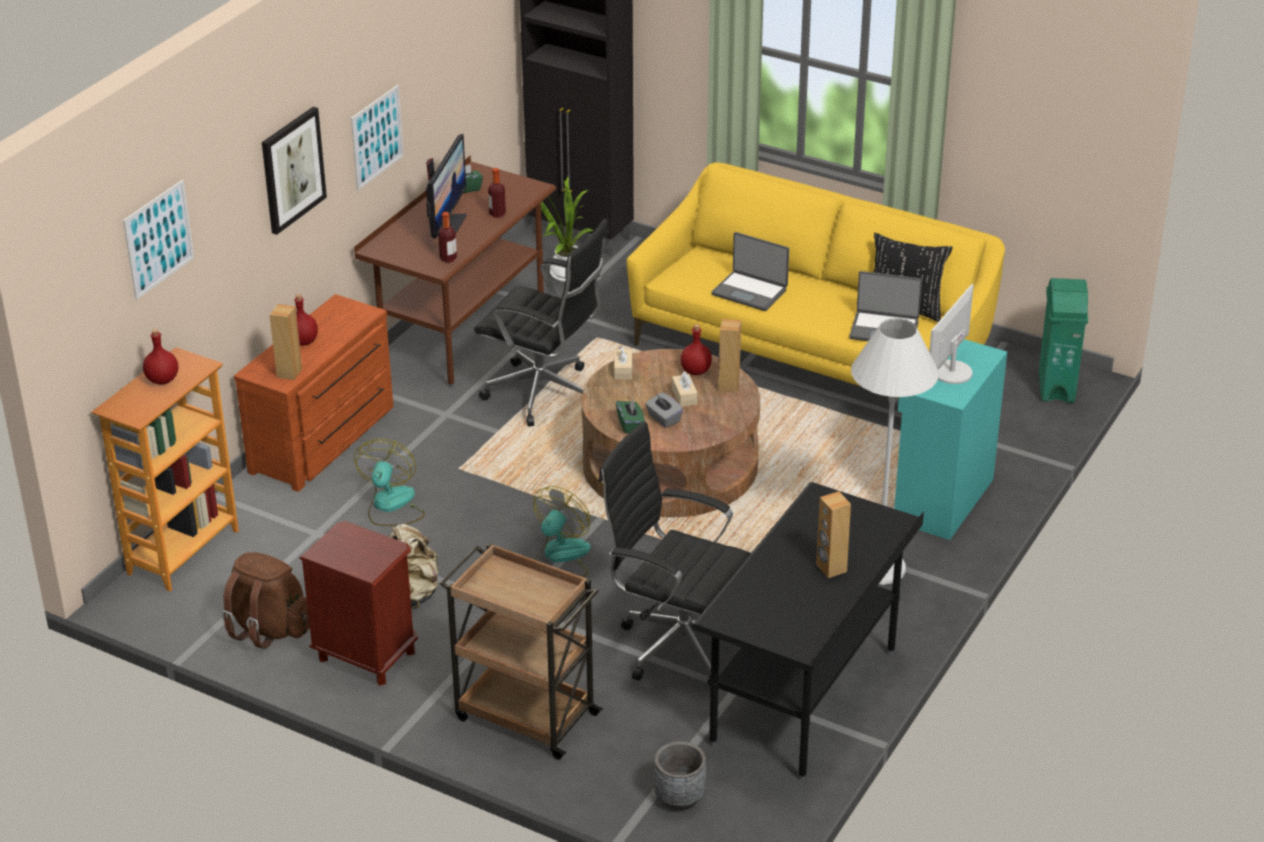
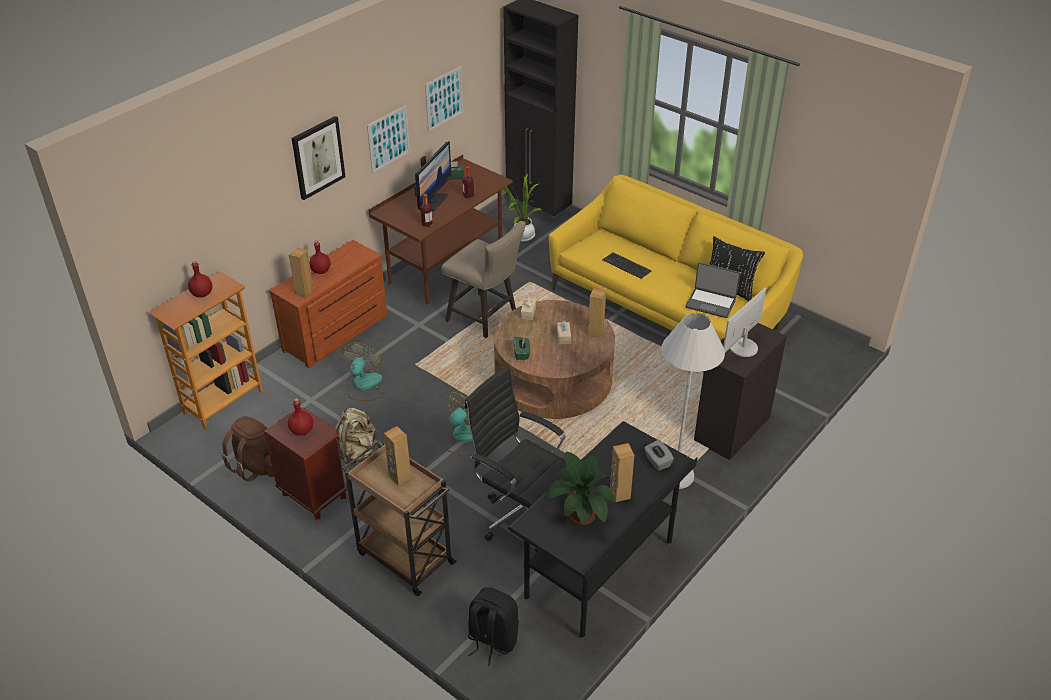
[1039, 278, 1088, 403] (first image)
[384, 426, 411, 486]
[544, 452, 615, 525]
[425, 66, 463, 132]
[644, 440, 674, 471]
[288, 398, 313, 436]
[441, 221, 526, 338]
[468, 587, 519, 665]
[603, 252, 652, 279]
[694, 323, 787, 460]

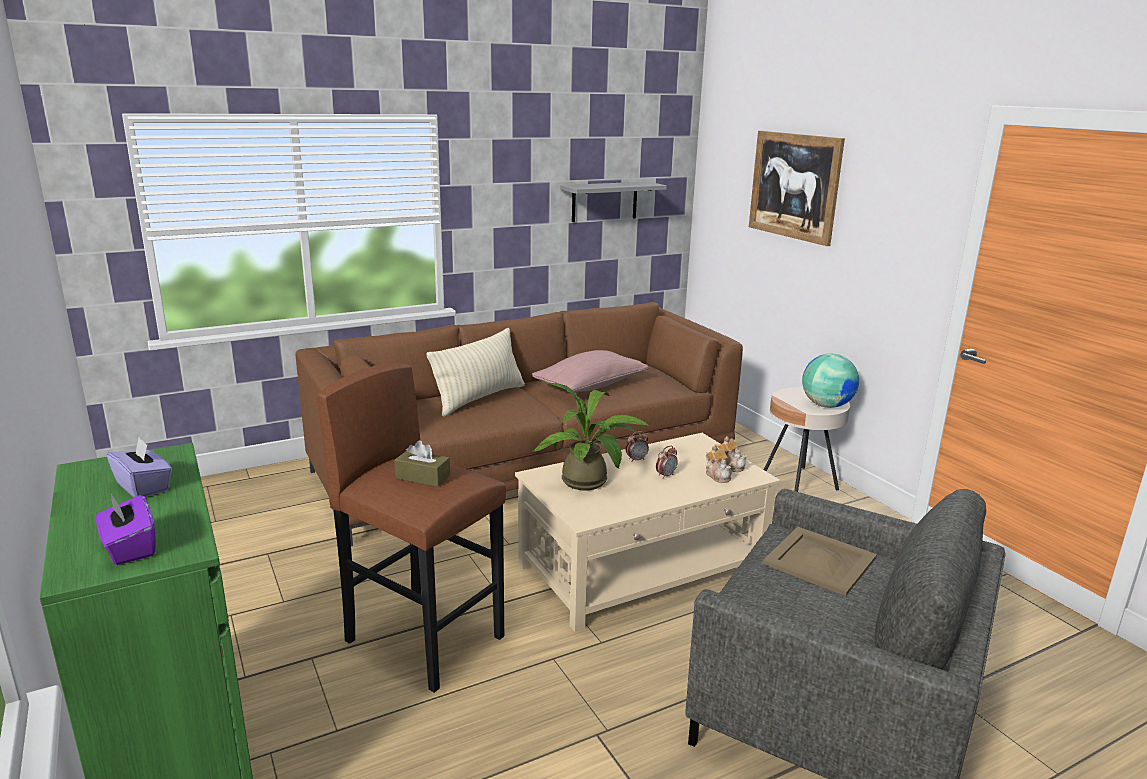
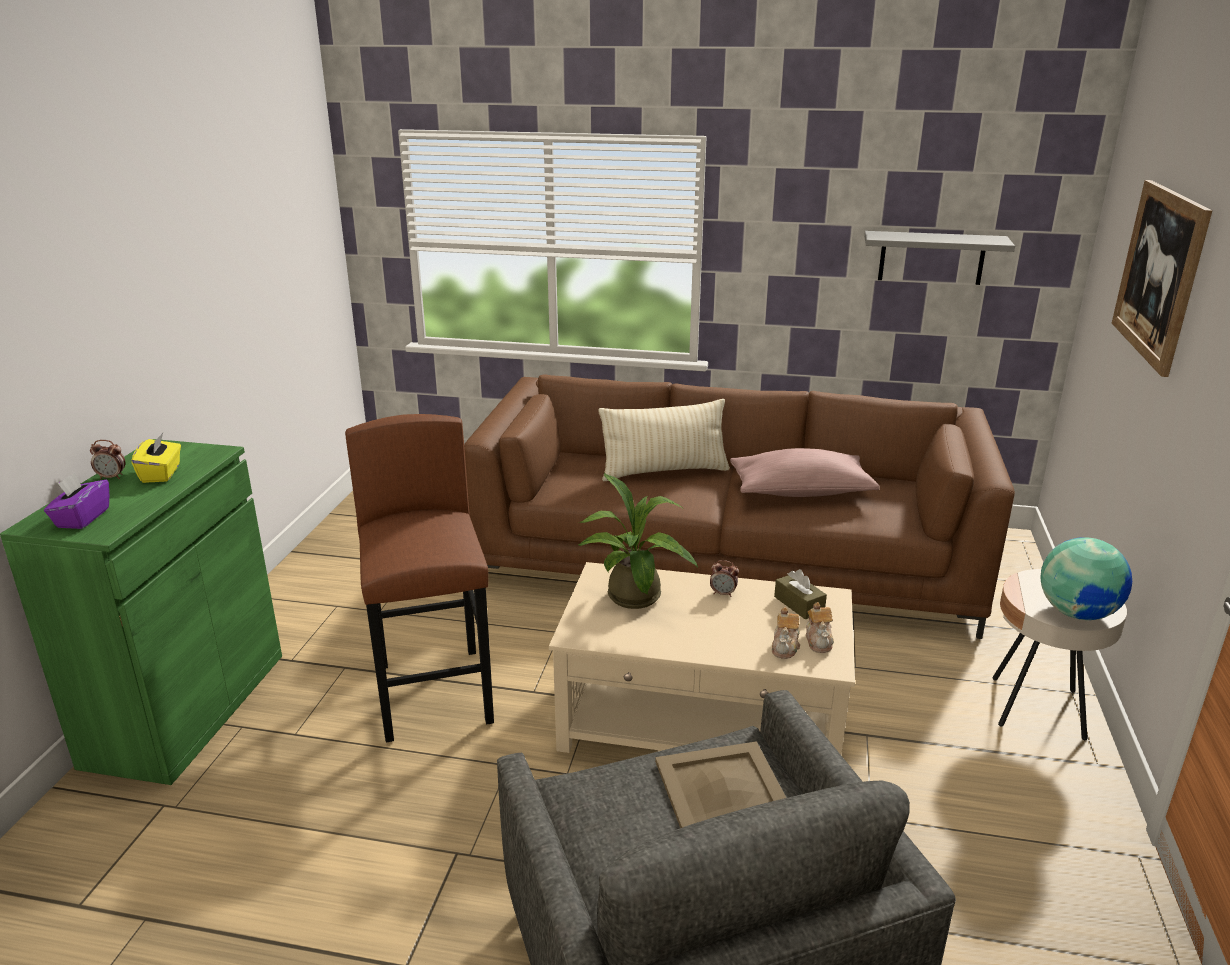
[774, 569, 827, 619]
[90, 440, 125, 479]
[131, 433, 181, 483]

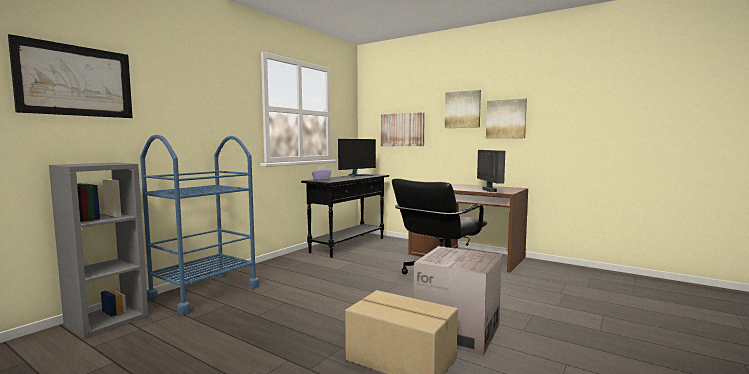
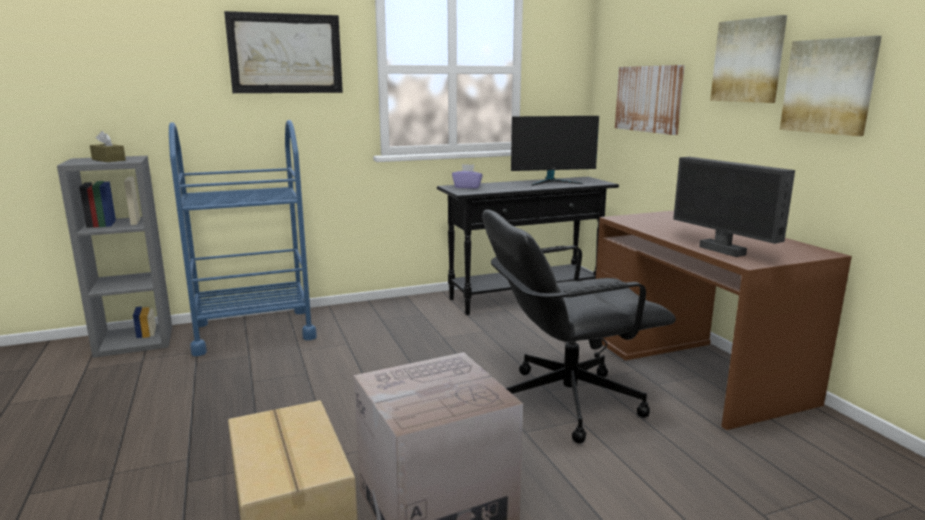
[90, 131, 126, 162]
[224, 11, 343, 93]
[673, 157, 795, 257]

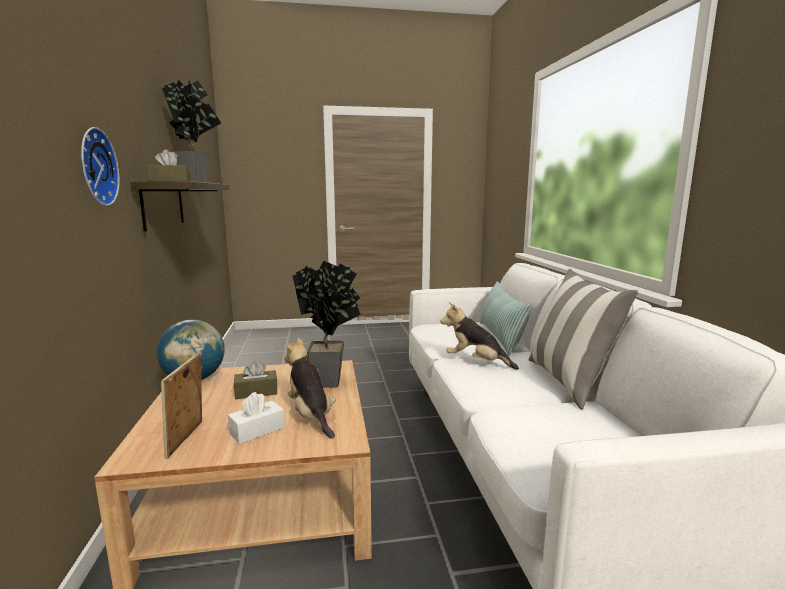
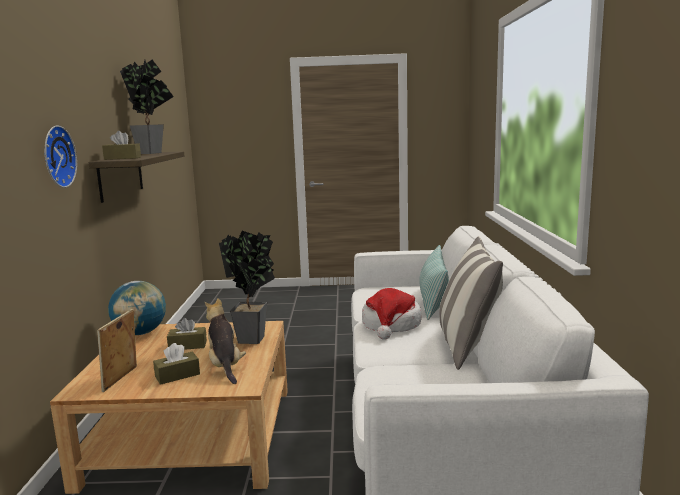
[362, 288, 422, 340]
[153, 343, 200, 385]

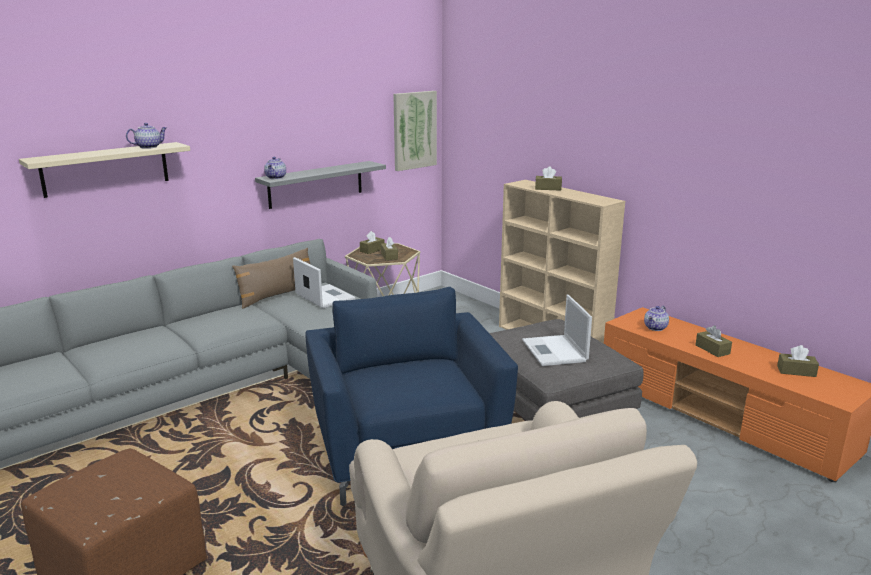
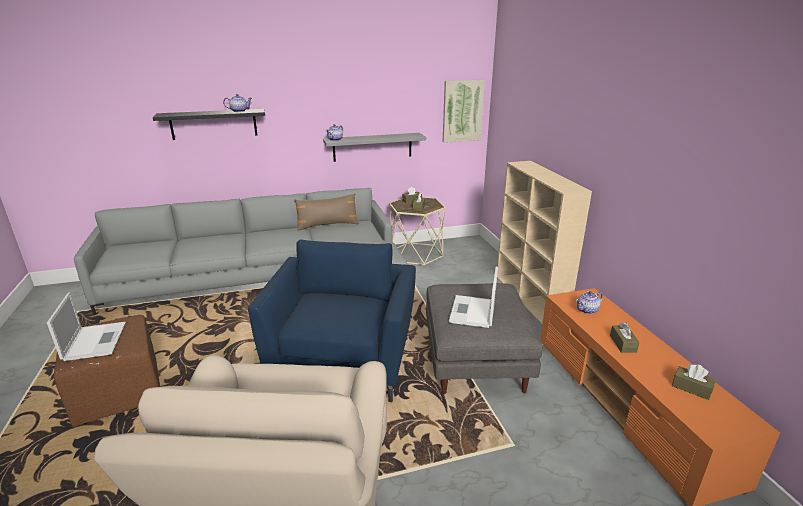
[535, 166, 562, 191] (first image)
[47, 292, 126, 361]
[153, 109, 265, 140]

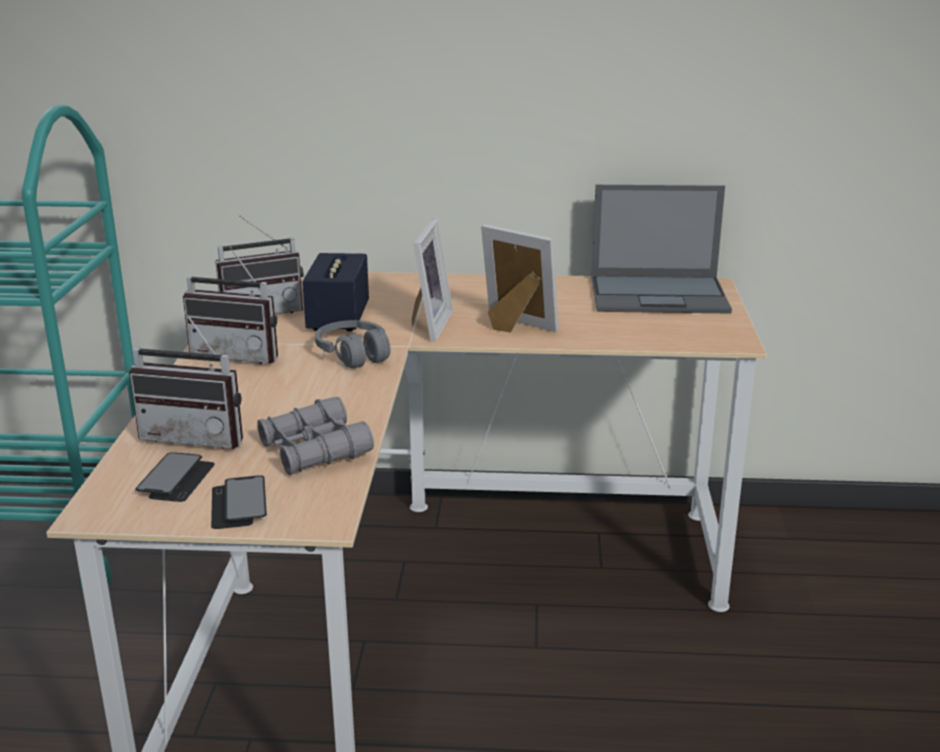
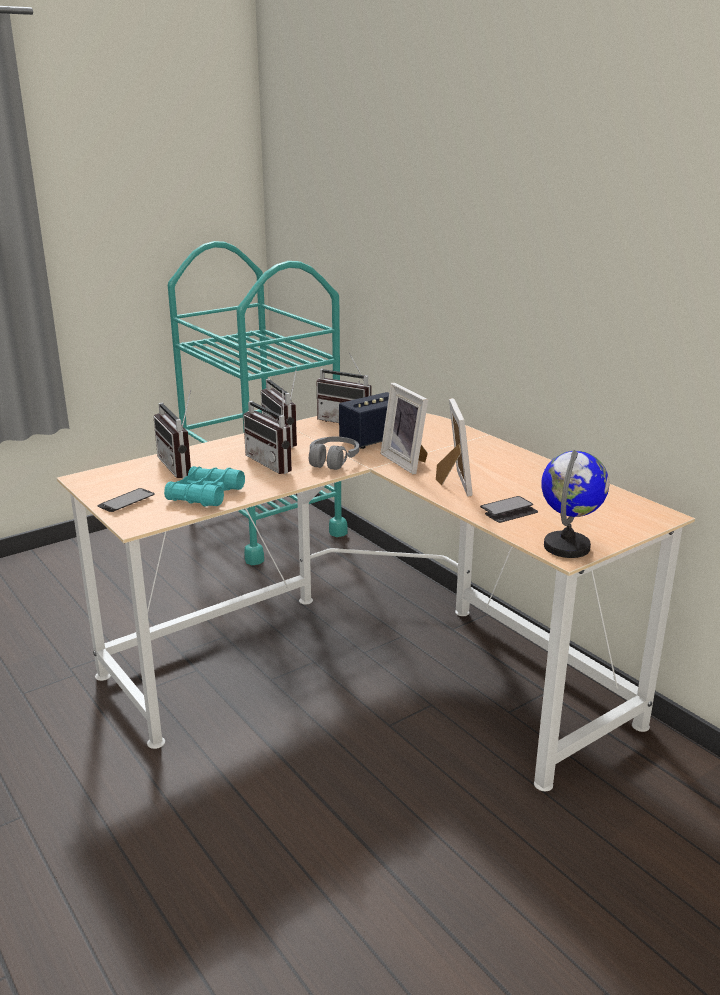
[591, 185, 732, 313] (first image)
[243, 387, 292, 474]
[541, 450, 609, 558]
[480, 496, 538, 523]
[164, 466, 245, 506]
[380, 383, 428, 474]

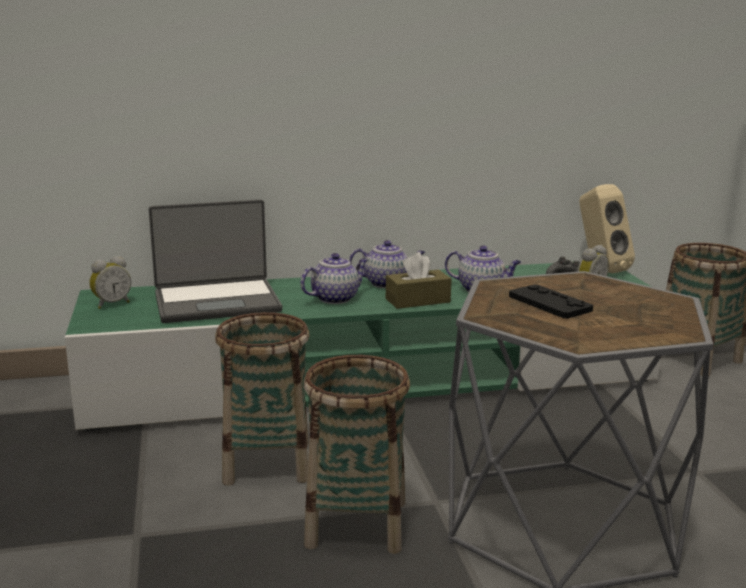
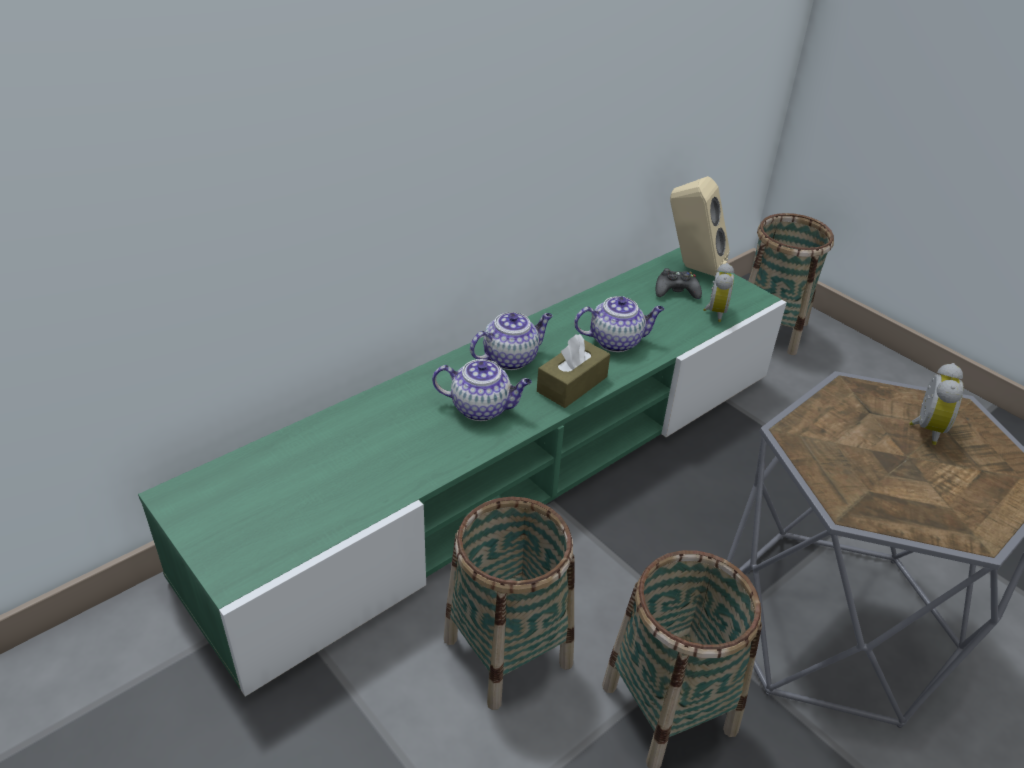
[149, 200, 282, 323] (first image)
[509, 284, 593, 319] (first image)
[909, 363, 963, 445]
[432, 359, 532, 421]

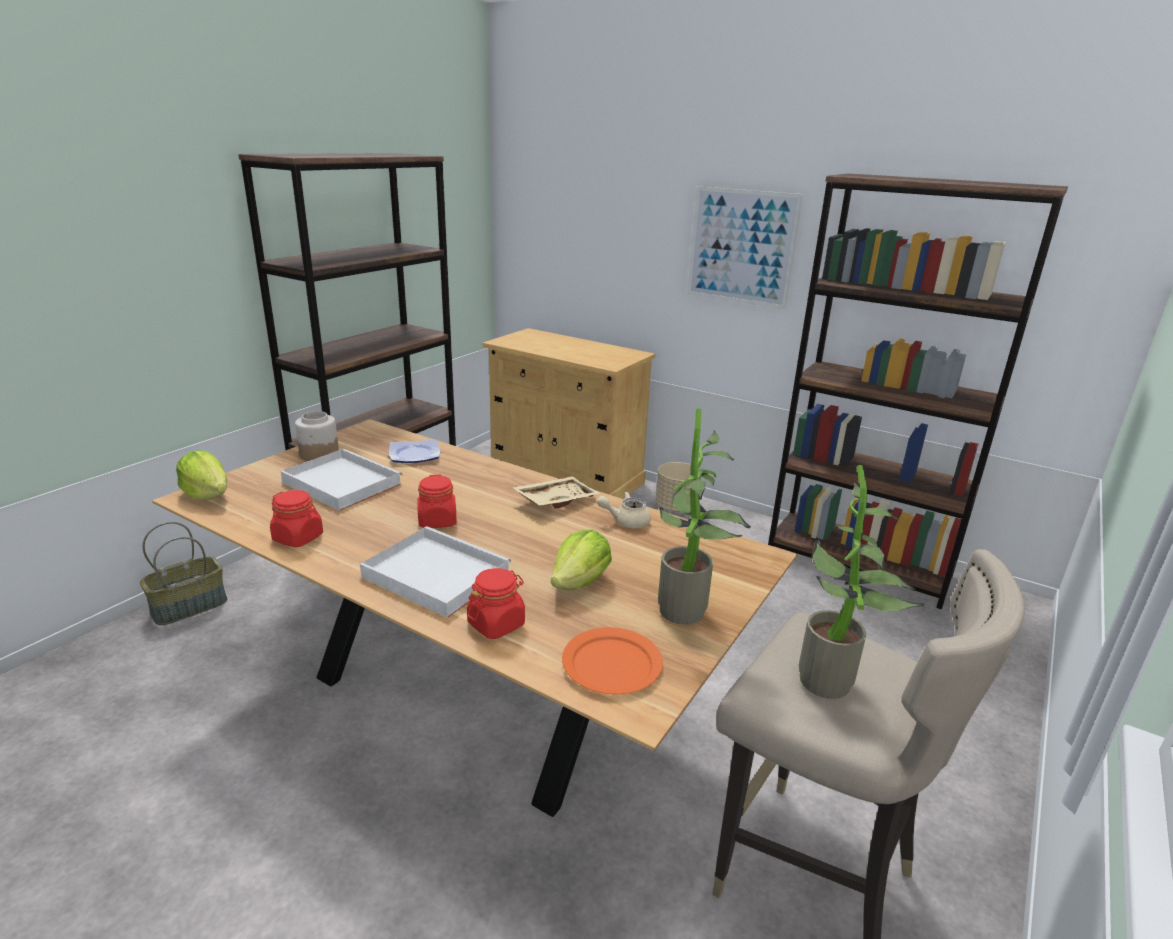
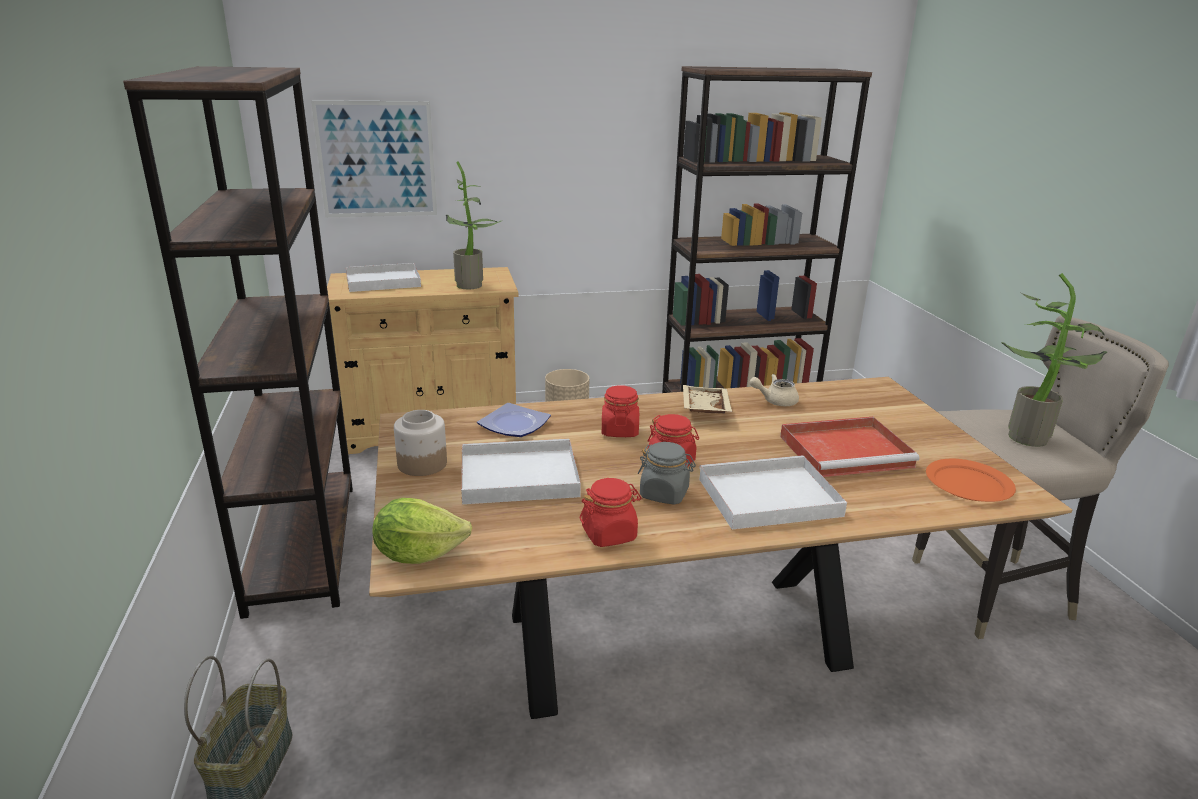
[346, 263, 421, 292]
[638, 442, 696, 504]
[602, 385, 639, 437]
[446, 162, 501, 289]
[311, 100, 437, 217]
[780, 417, 919, 477]
[749, 374, 799, 406]

